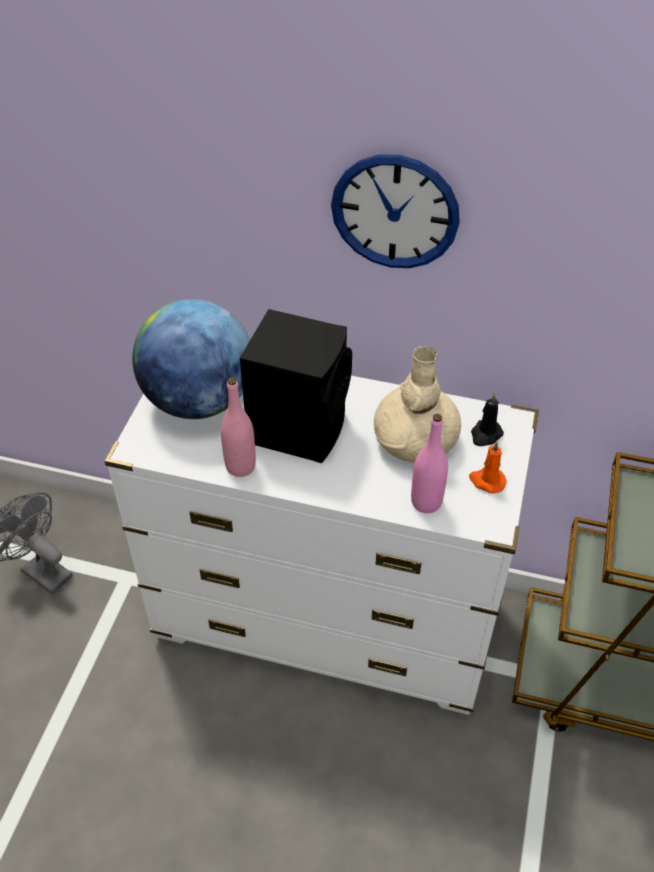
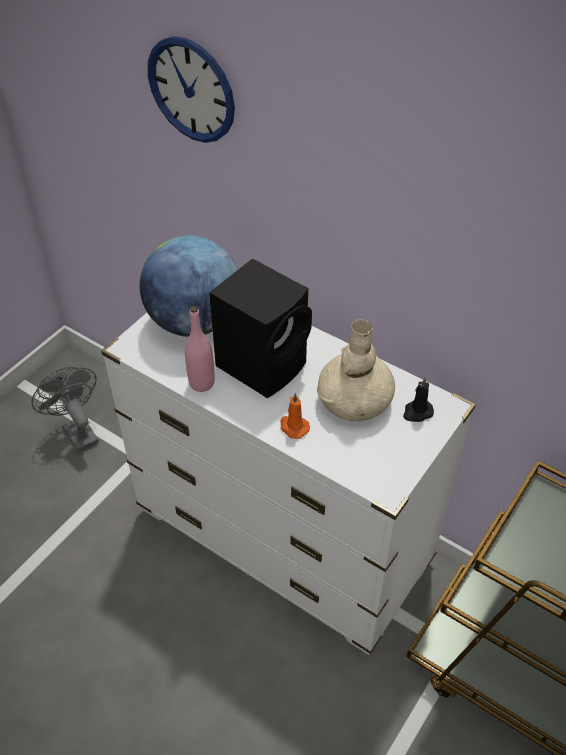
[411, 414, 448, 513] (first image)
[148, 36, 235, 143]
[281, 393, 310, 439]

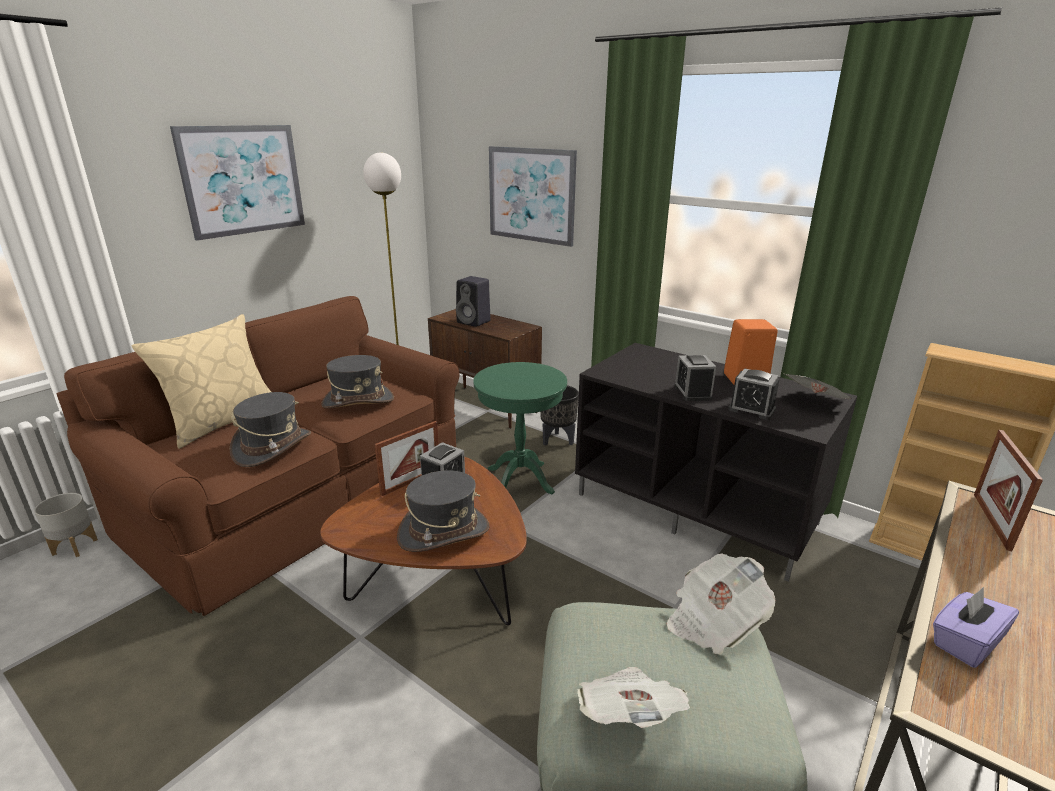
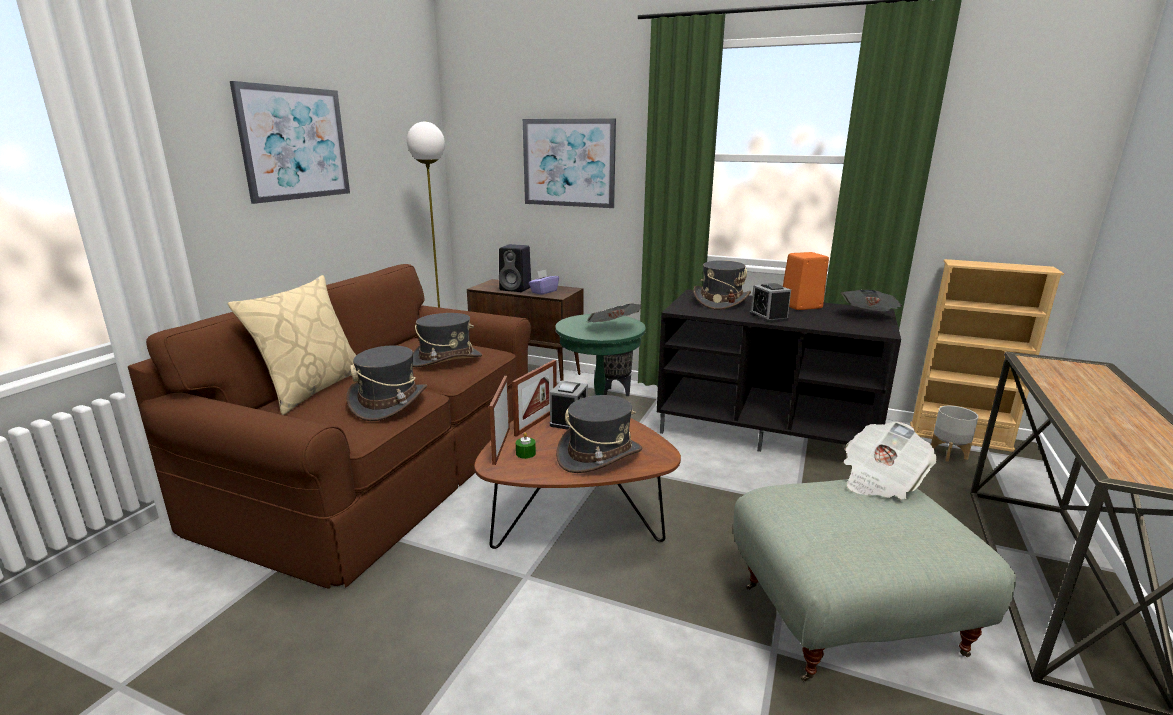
[728, 368, 780, 420] (first image)
[516, 432, 536, 459]
[693, 260, 751, 310]
[931, 406, 979, 462]
[587, 304, 642, 322]
[529, 270, 559, 295]
[489, 376, 510, 465]

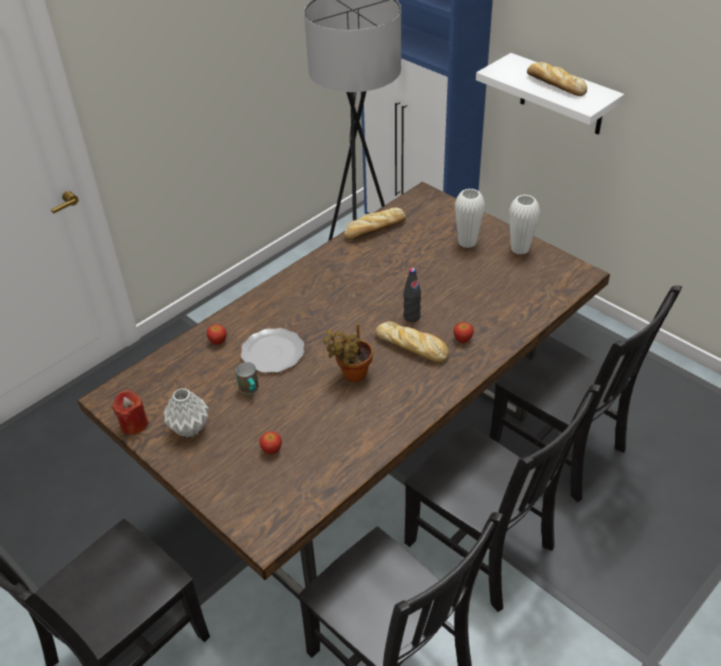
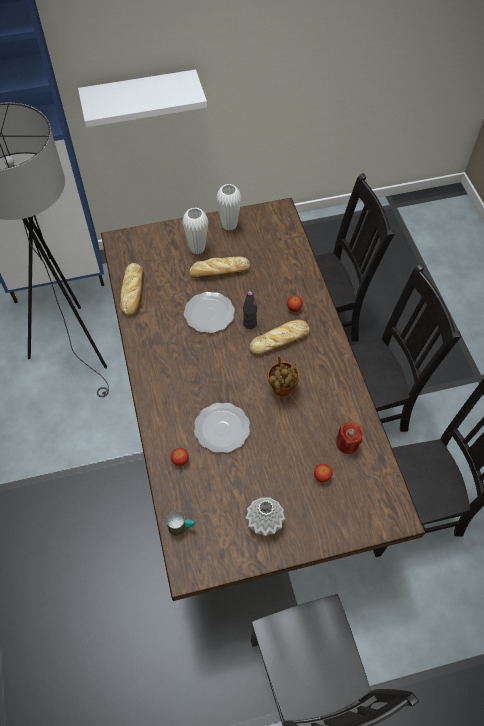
[184, 292, 235, 333]
[336, 422, 363, 454]
[166, 510, 194, 536]
[189, 257, 250, 278]

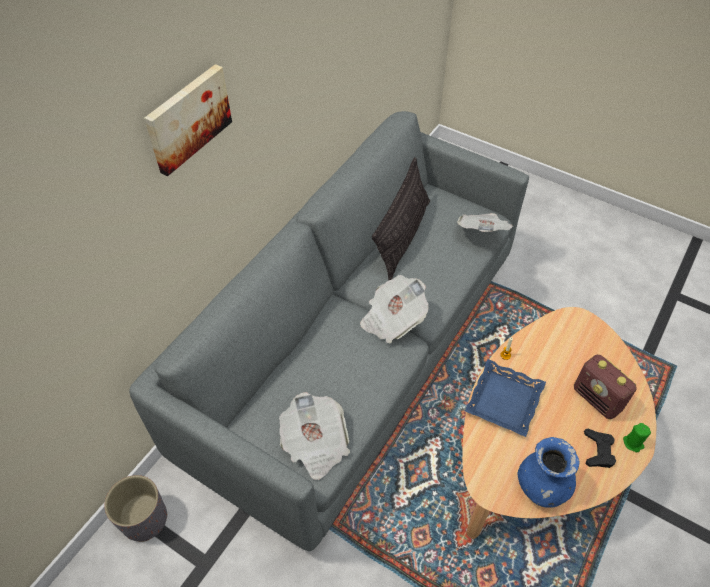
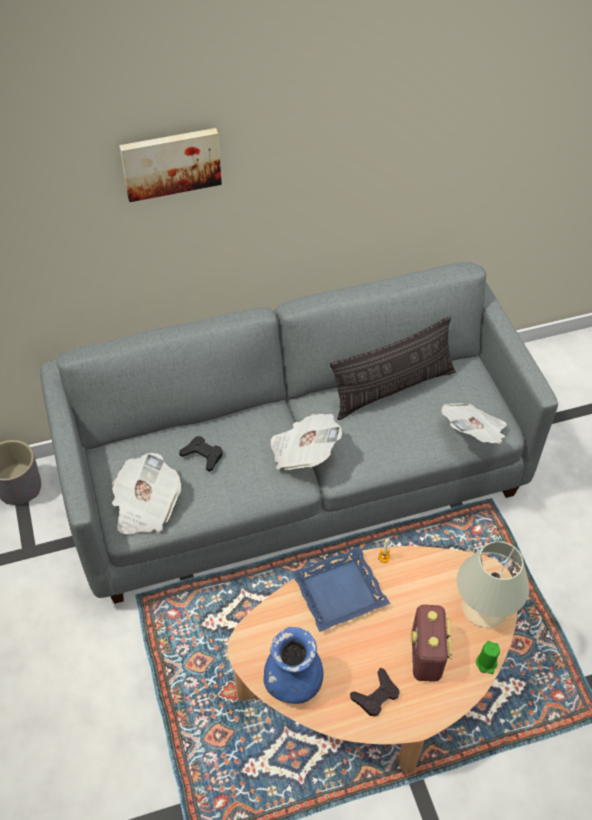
[179, 436, 223, 472]
[457, 541, 529, 628]
[476, 641, 500, 674]

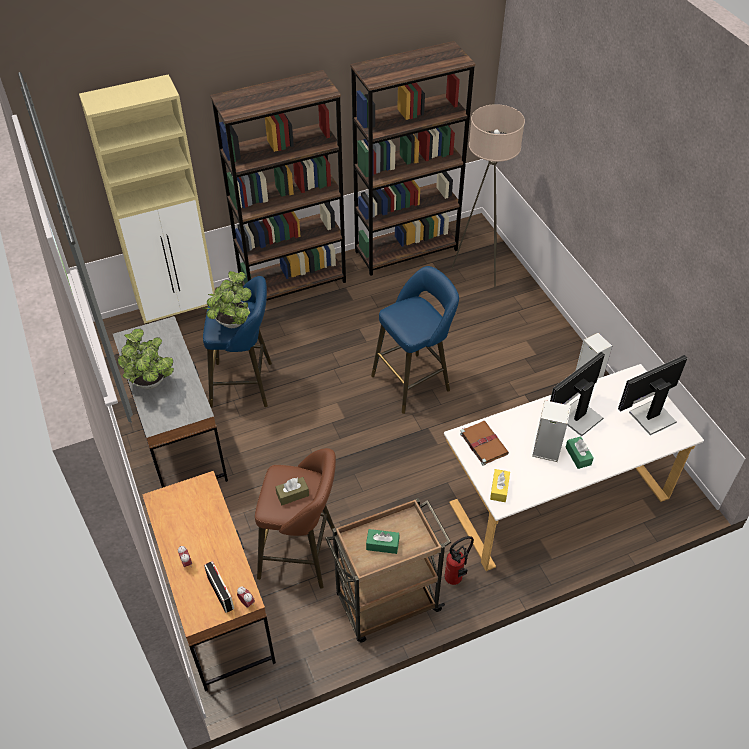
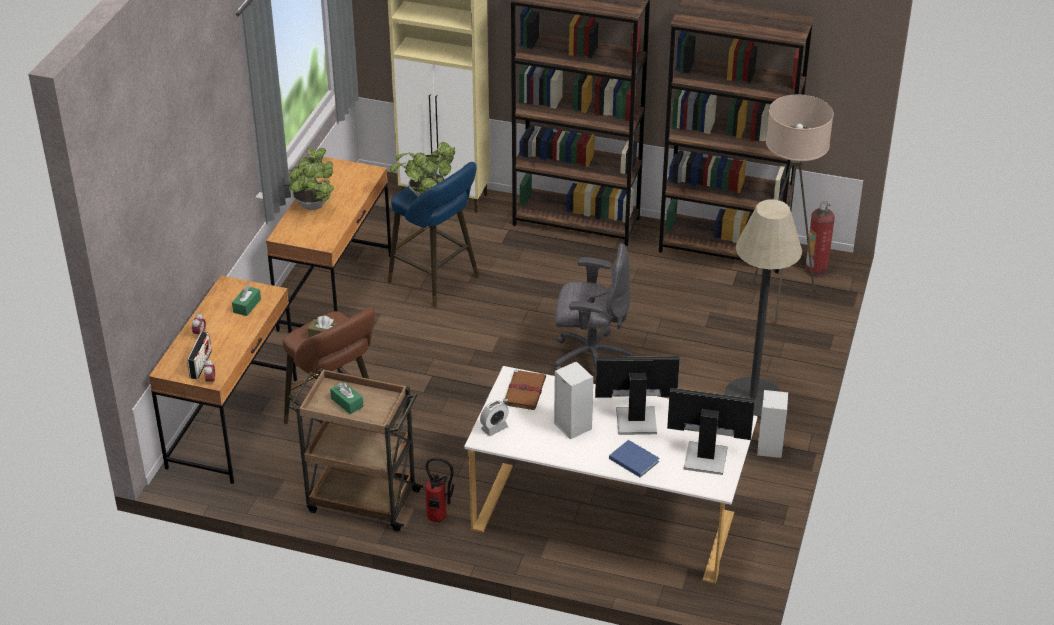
[609, 440, 660, 477]
[723, 199, 802, 419]
[805, 201, 835, 277]
[232, 285, 261, 316]
[555, 243, 635, 371]
[480, 400, 509, 436]
[266, 157, 391, 331]

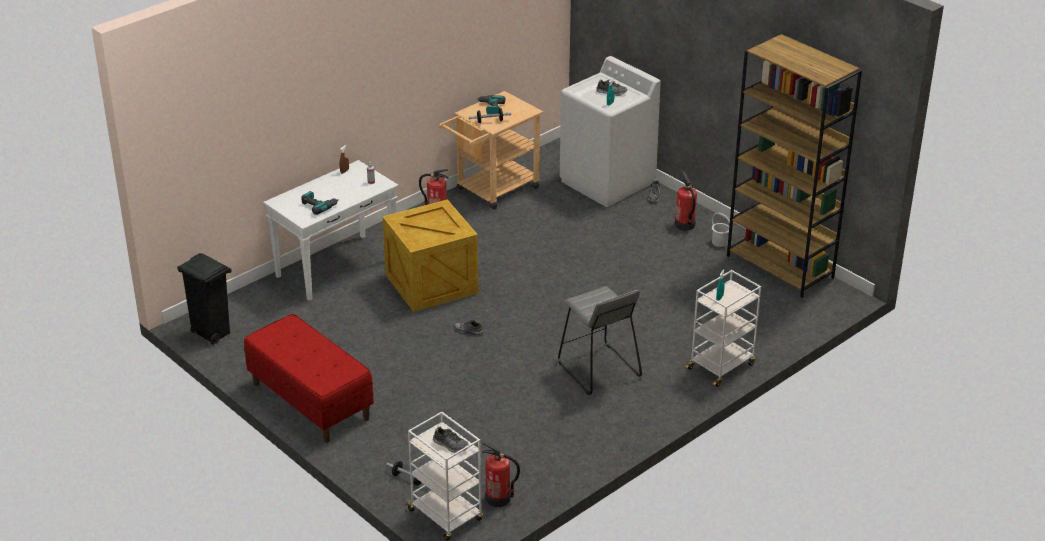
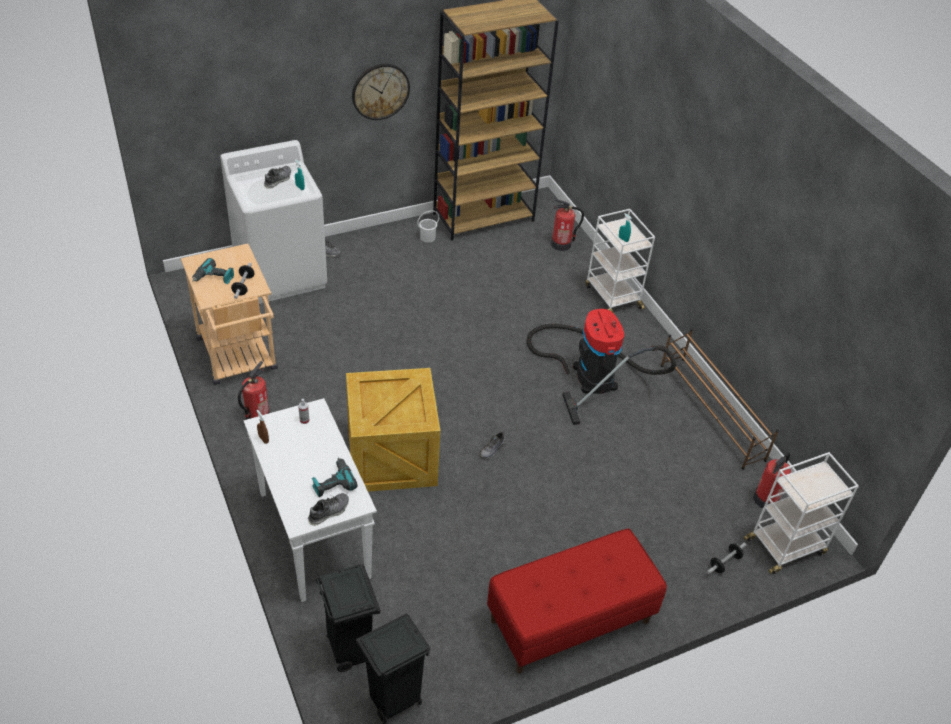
[316, 564, 380, 672]
[352, 64, 410, 120]
[661, 328, 779, 470]
[308, 493, 349, 526]
[551, 199, 584, 251]
[527, 309, 676, 425]

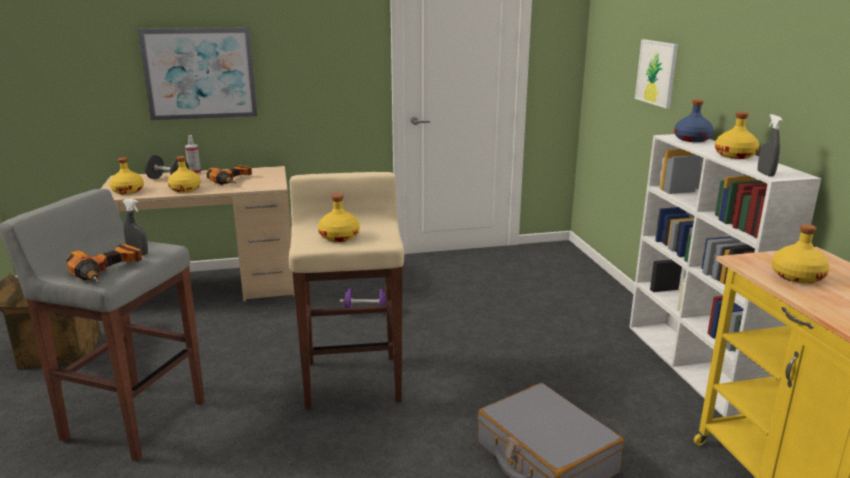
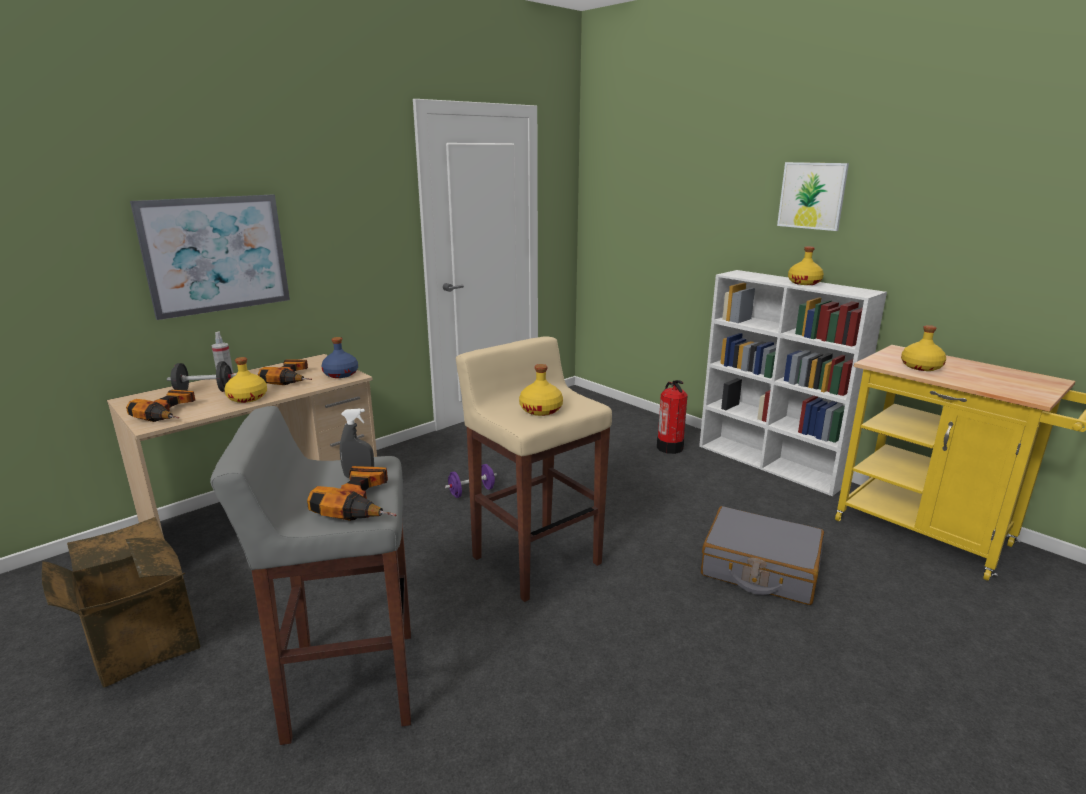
[758, 114, 783, 177] (first image)
[657, 380, 688, 454]
[777, 162, 849, 231]
[321, 337, 358, 378]
[126, 390, 195, 422]

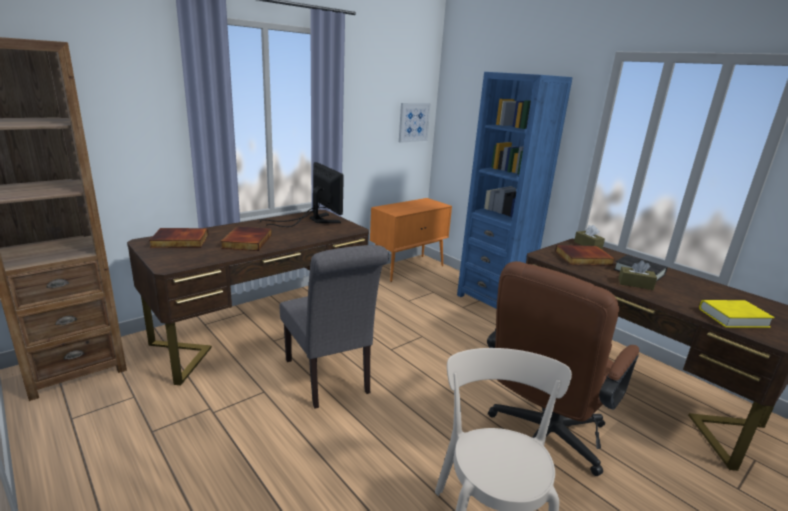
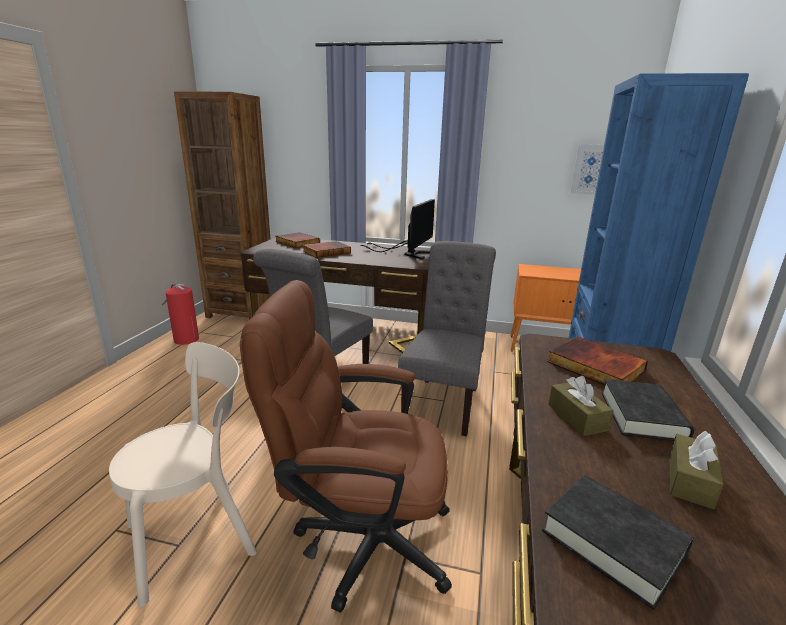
[162, 284, 199, 345]
[398, 241, 496, 436]
[670, 431, 723, 509]
[542, 475, 694, 610]

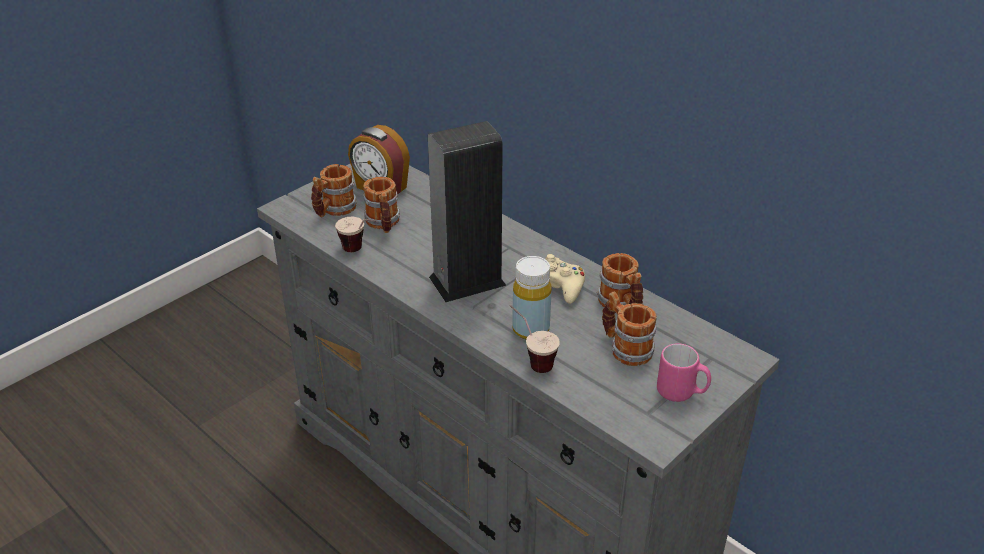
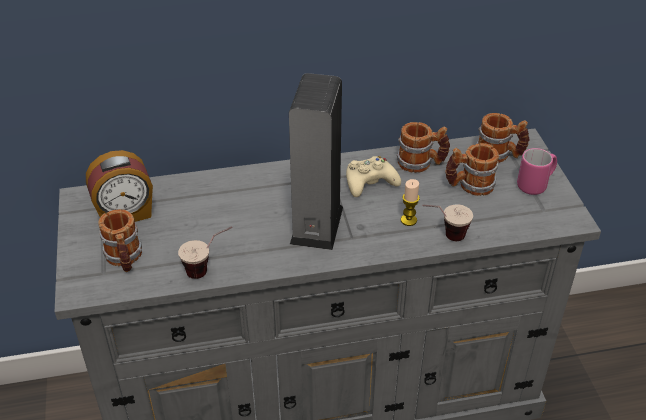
[475, 113, 530, 163]
[401, 179, 420, 226]

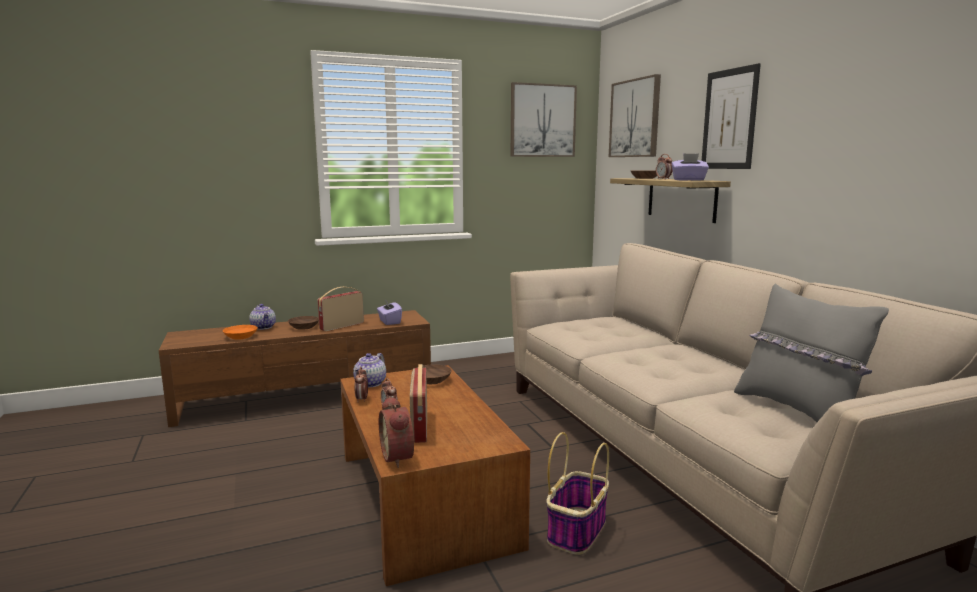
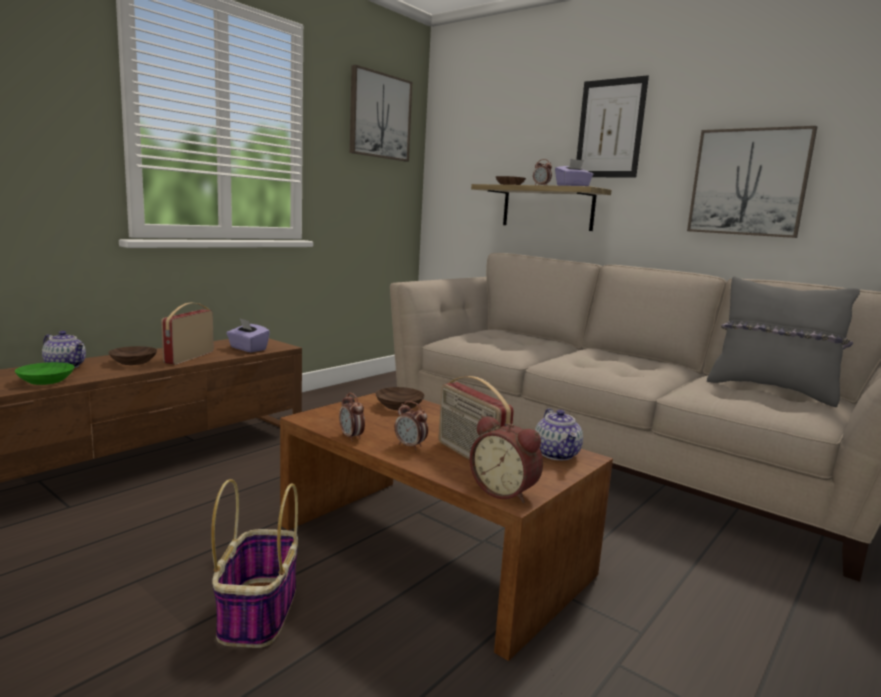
[535, 408, 583, 460]
[211, 479, 298, 648]
[687, 126, 817, 238]
[15, 362, 74, 385]

